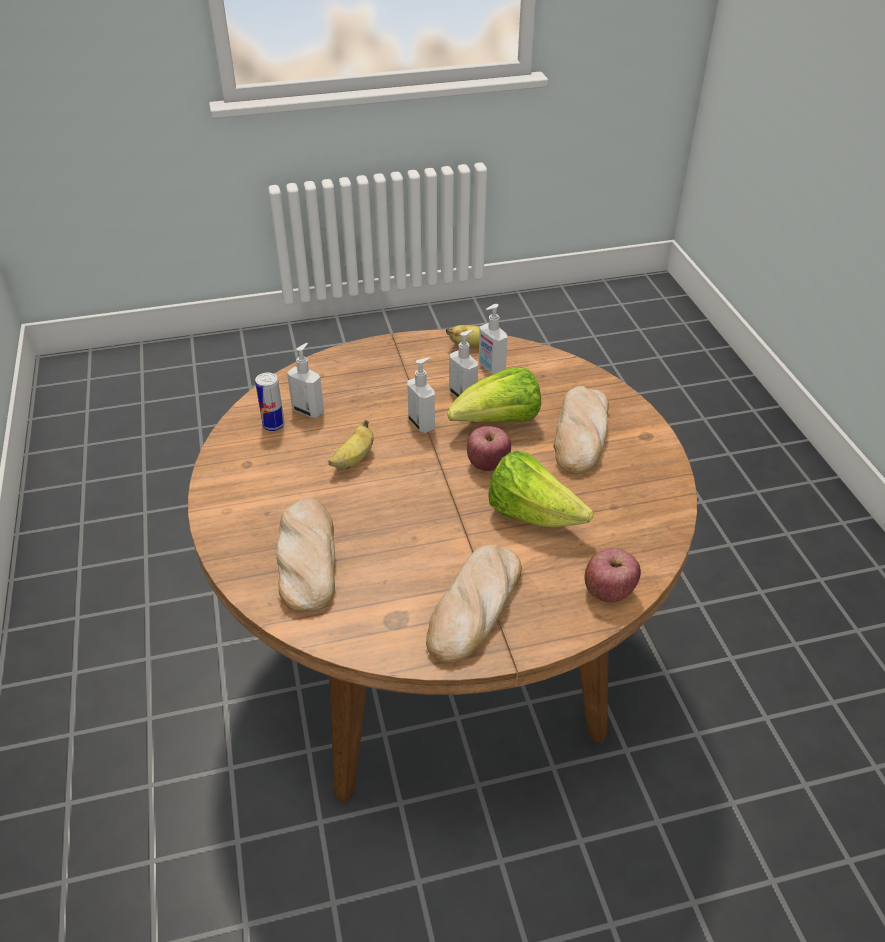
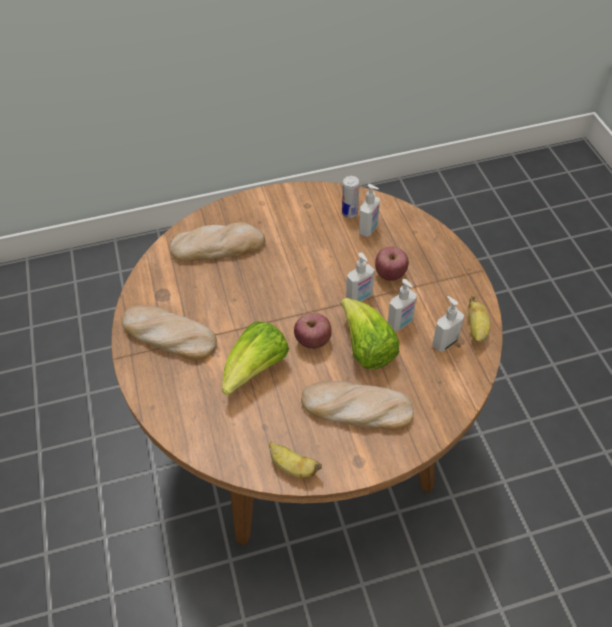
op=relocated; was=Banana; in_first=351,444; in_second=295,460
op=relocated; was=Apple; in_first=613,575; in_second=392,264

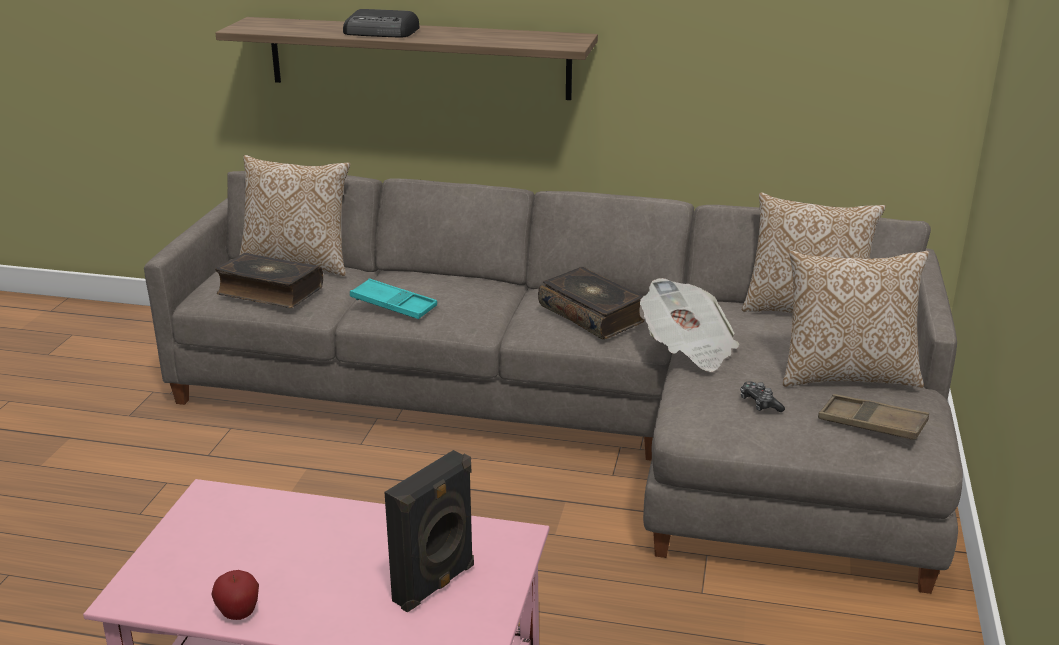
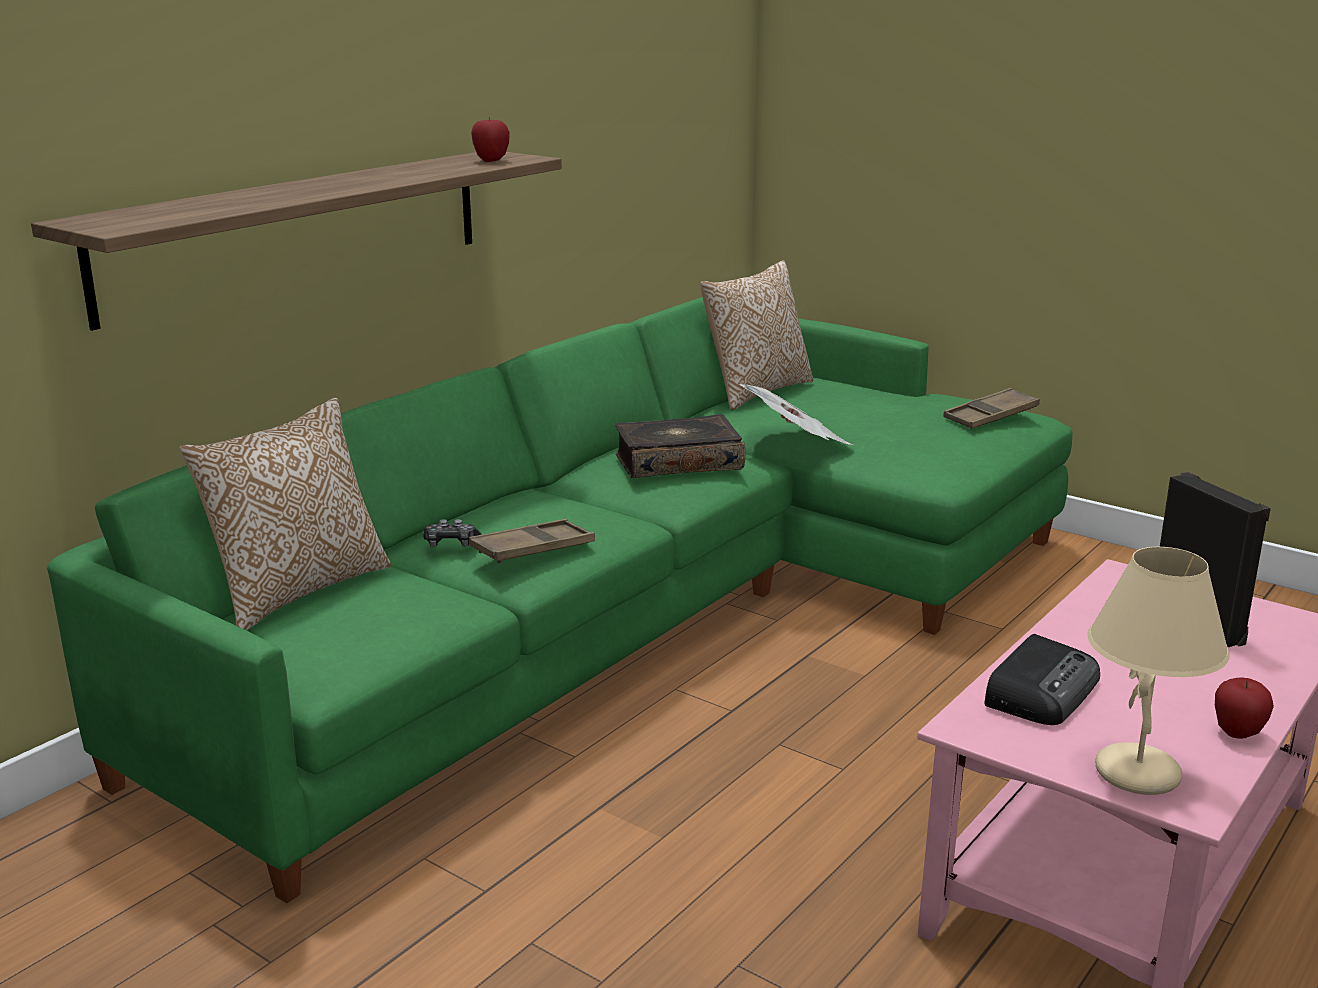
op=colour; was=GreySofa; now=GreenSofa; in_first=553,382; in_second=560,600
op=relocated; was=GameController; in_first=762,396; in_second=452,533
op=colour; was=TurquoiseTray; now=BrownTray; in_first=393,298; in_second=532,541
op=appeared; now=Apple; in_second=490,139
op=relocated; was=Radio; in_first=381,23; in_second=1042,679
op=appeared; now=BeigeTableLamp; in_second=1158,671
op=missing; was=Book; in_first=269,280
op=missing; was=Pillow; in_first=856,319

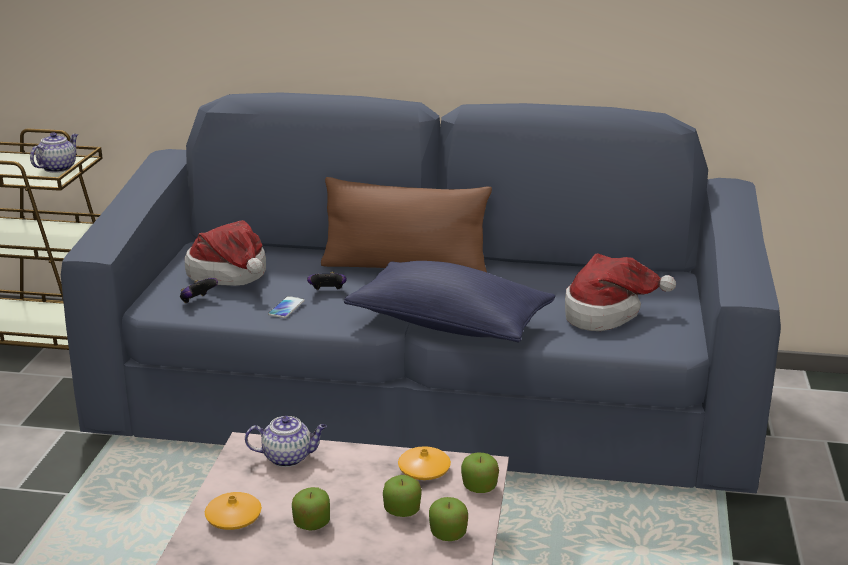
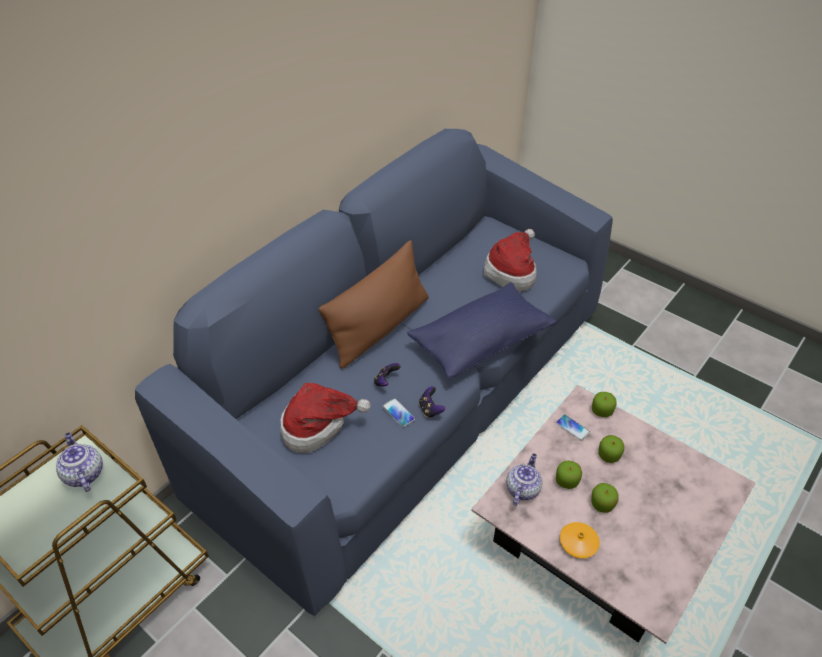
op=relocated; was=GameController; in_first=199,290; in_second=432,402
op=exchanged; was=OrangeVase; now=Phone; in_first=424,463; in_second=573,427
op=relocated; was=Apple; in_first=448,519; in_second=569,475

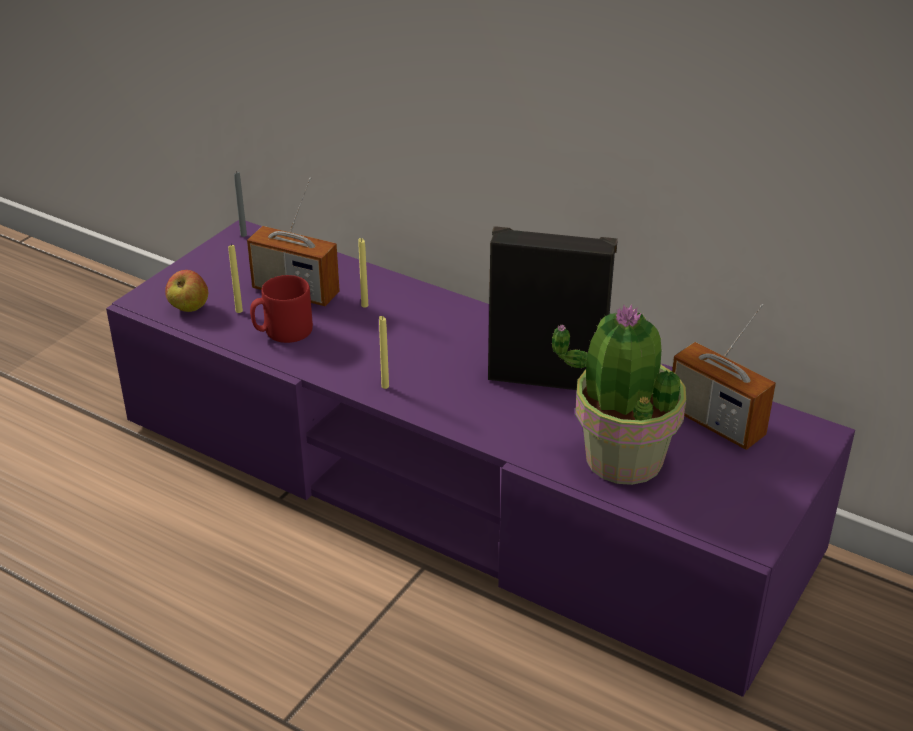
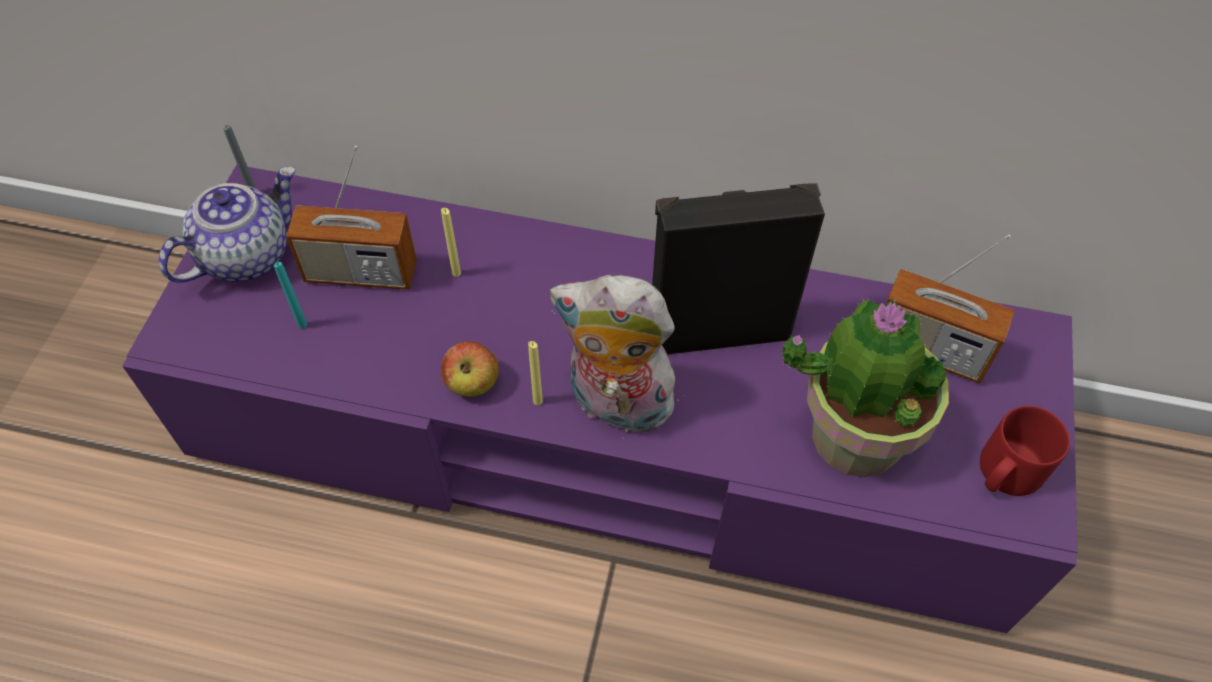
op=appeared; now=Teapot; in_second=227,224
op=colour; was=YellowCandle; now=TurquoiseCandle; in_first=235,279; in_second=290,295
op=relocated; was=Apple; in_first=186,291; in_second=470,369
op=appeared; now=PlushToy; in_second=616,353
op=relocated; was=RedMug; in_first=281,309; in_second=1025,451

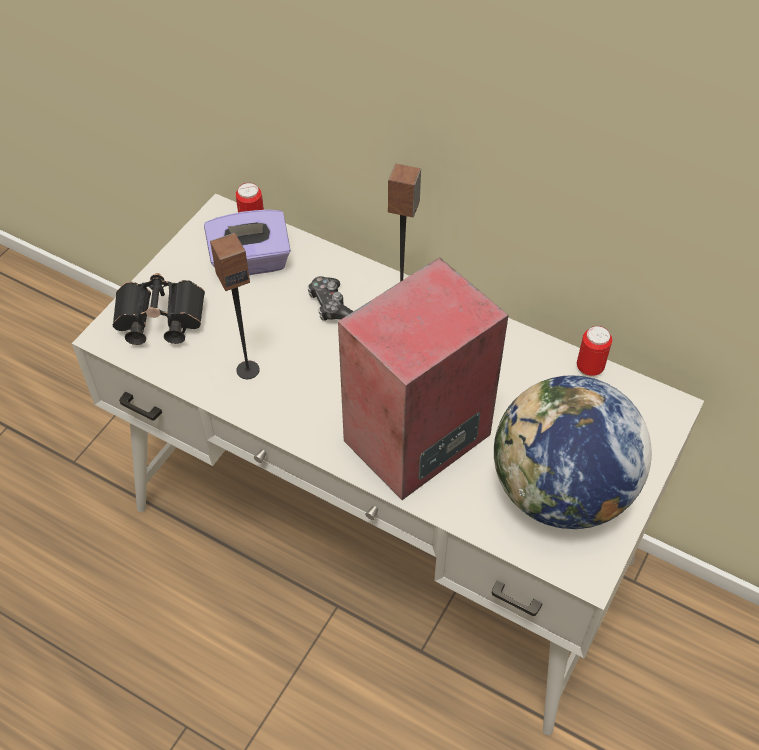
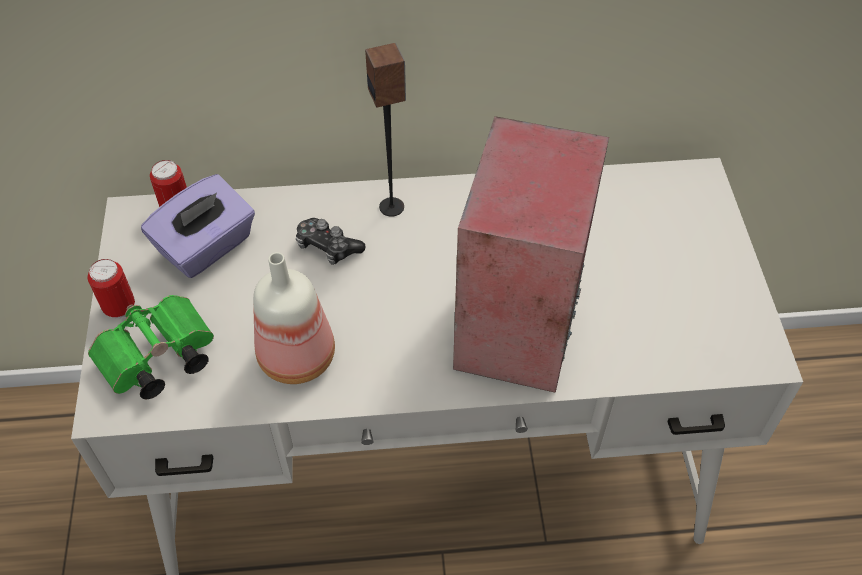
op=relocated; was=Can; in_first=594,351; in_second=111,288
op=colour; was=BlackBinoculars; now=GreenBinoculars; in_first=159,309; in_second=151,347
op=exchanged; was=Speaker; now=Bottle; in_first=235,306; in_second=294,318
op=missing; was=Globe; in_first=573,452

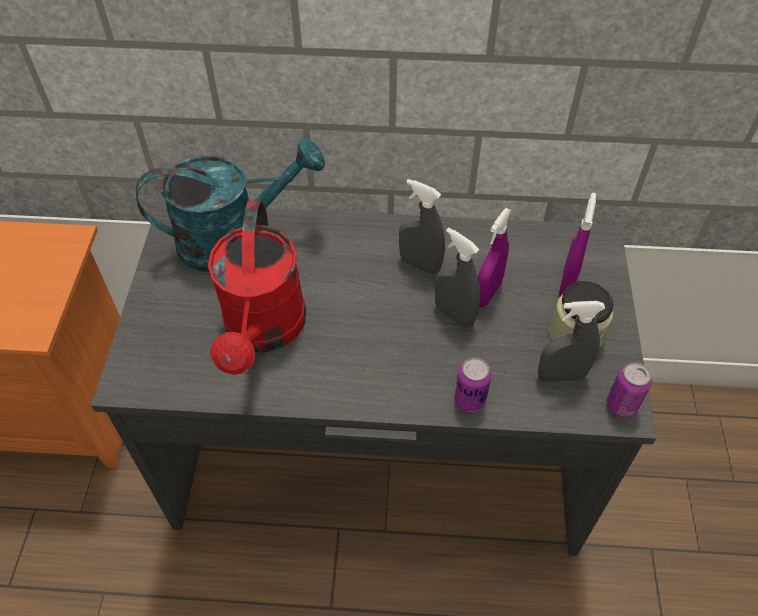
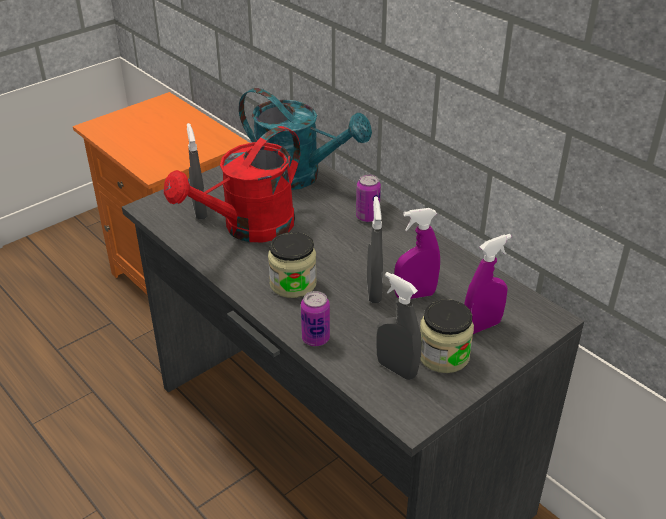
op=relocated; was=GreySprayBottle; in_first=422,227; in_second=197,171
op=appeared; now=Jar; in_second=292,265
op=relocated; was=Can; in_first=629,390; in_second=368,198

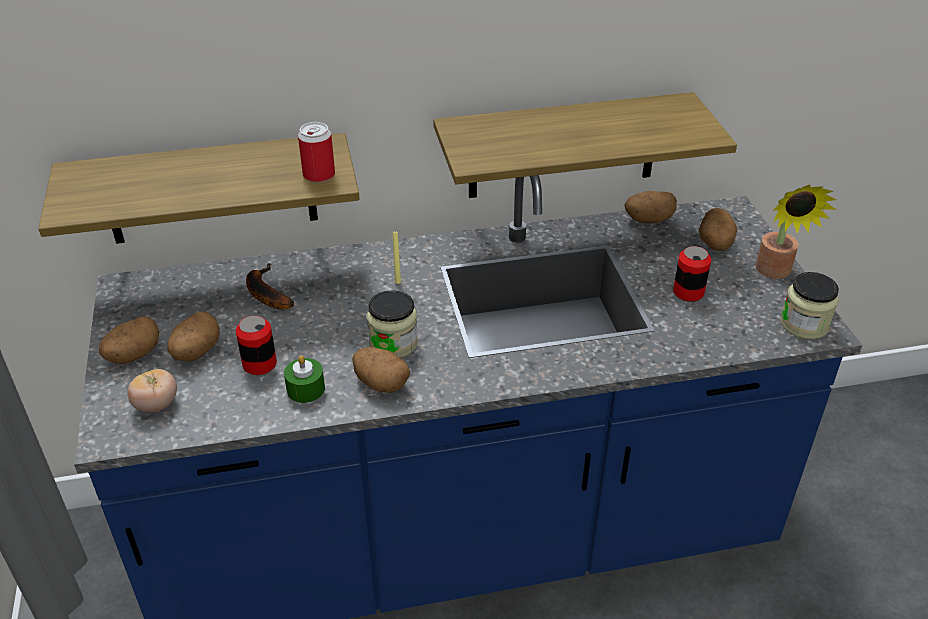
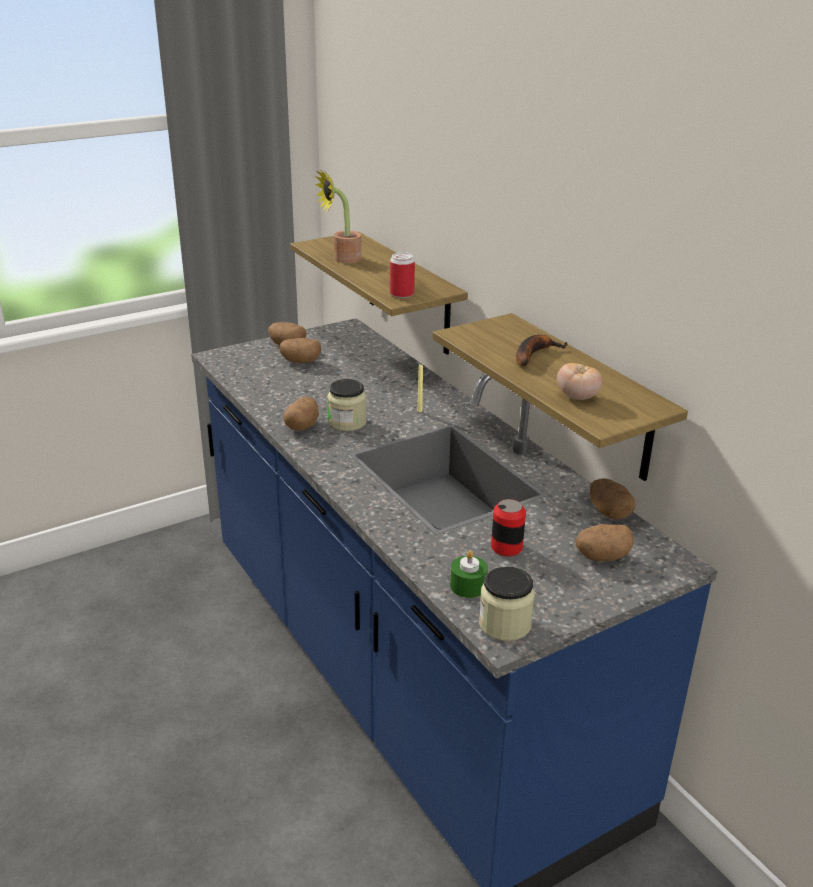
op=relocated; was=PottedPlant; in_first=796,231; in_second=338,215
op=relocated; was=GreenCandle; in_first=304,379; in_second=469,574
op=relocated; was=Banana; in_first=270,286; in_second=542,350
op=relocated; was=Tomato; in_first=152,390; in_second=579,381
op=missing; was=Can; in_first=256,345

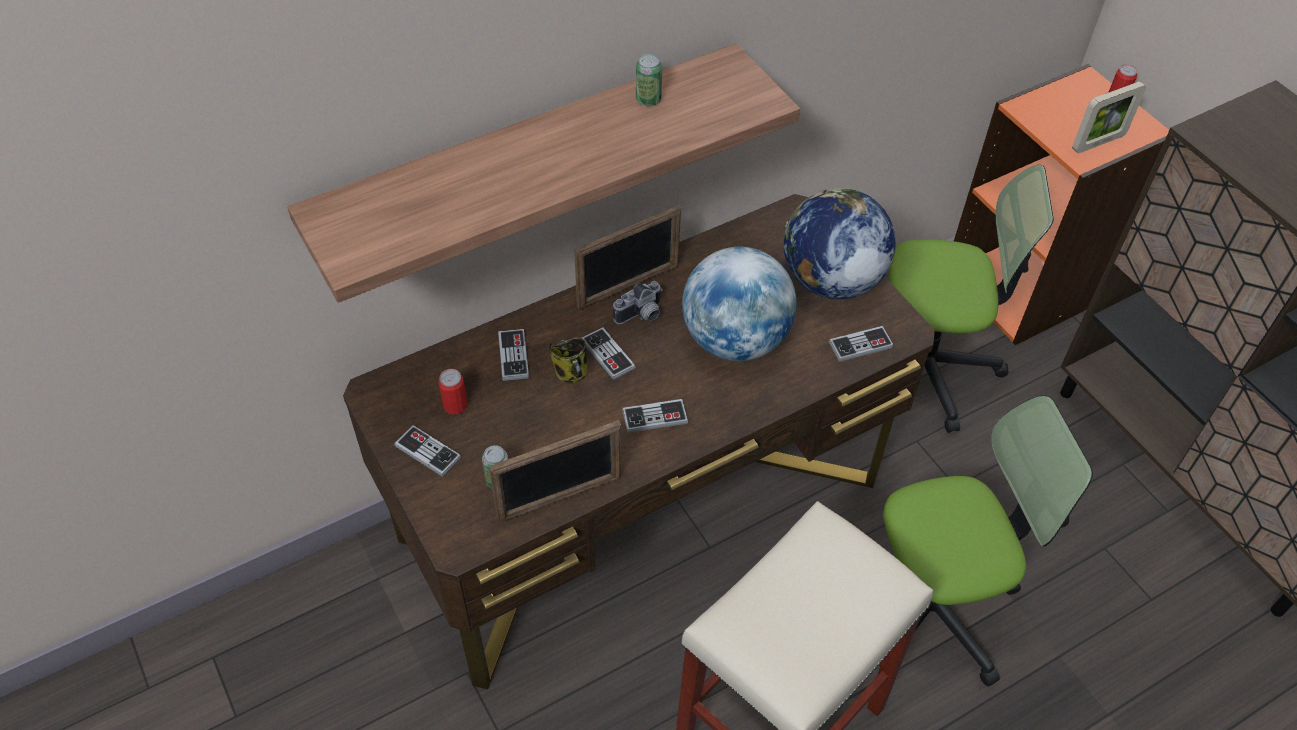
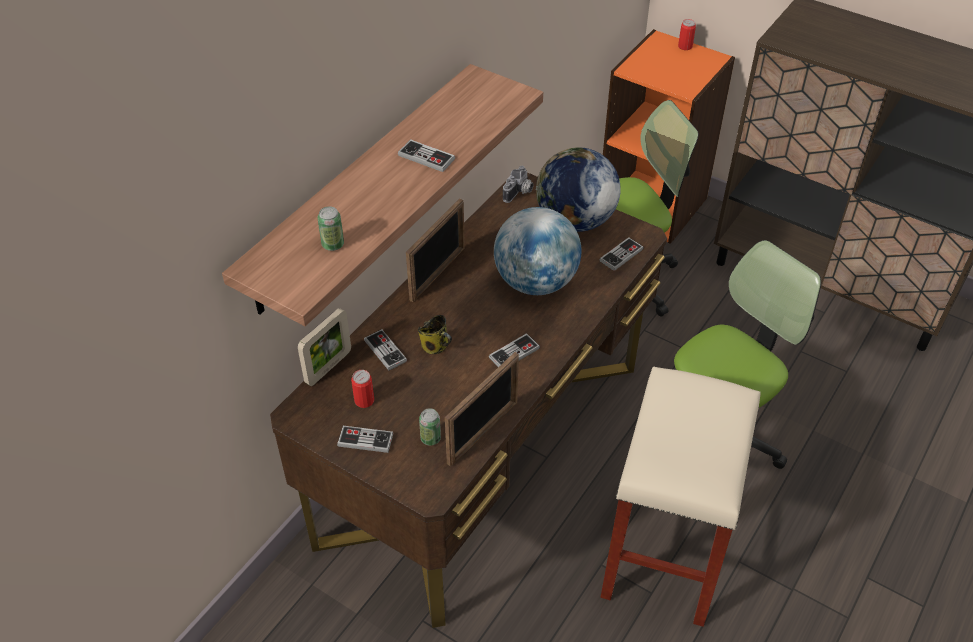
op=relocated; was=PictureFrame; in_first=1109,117; in_second=324,347
op=relocated; was=Can; in_first=649,80; in_second=330,228
op=relocated; was=GameController; in_first=609,353; in_second=426,155
op=relocated; was=PhotoCamera; in_first=638,302; in_second=518,184

